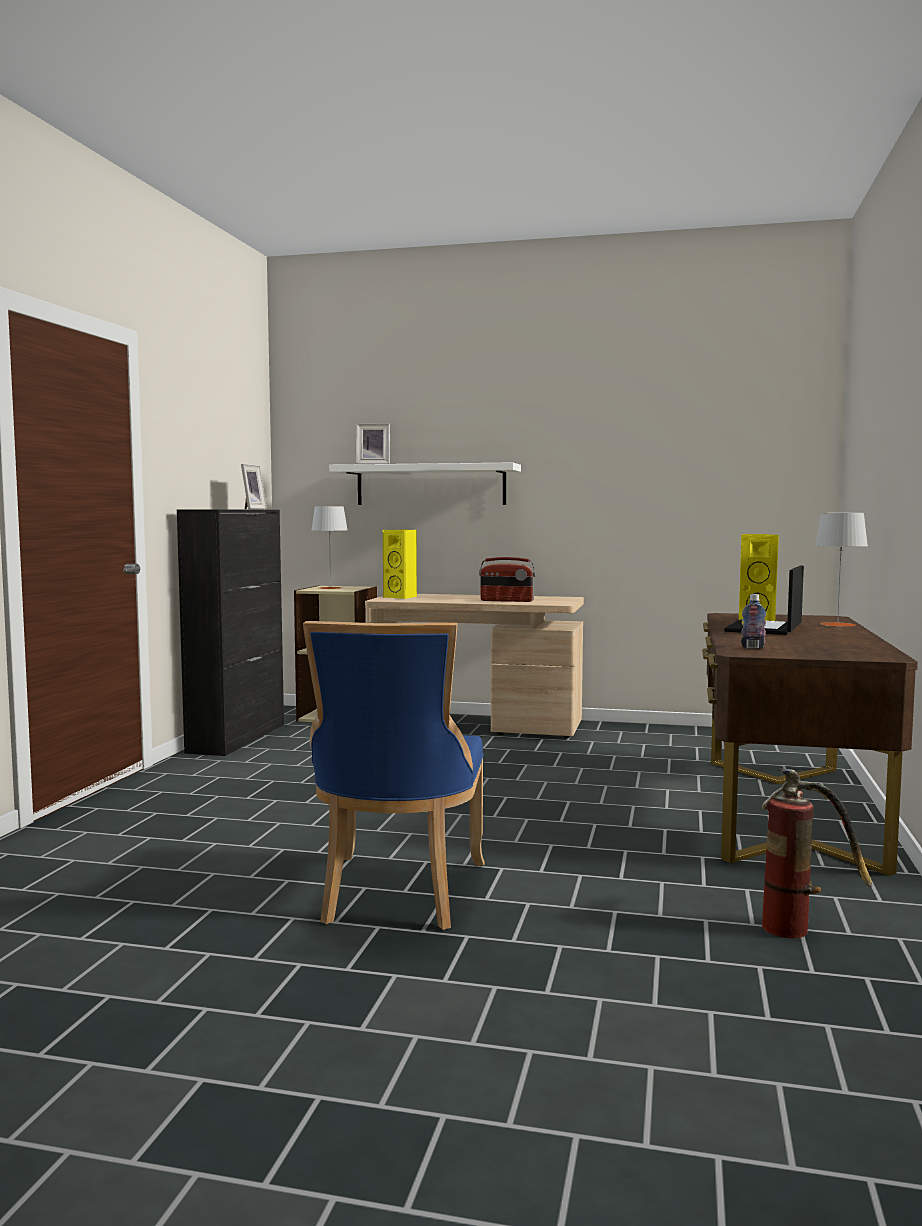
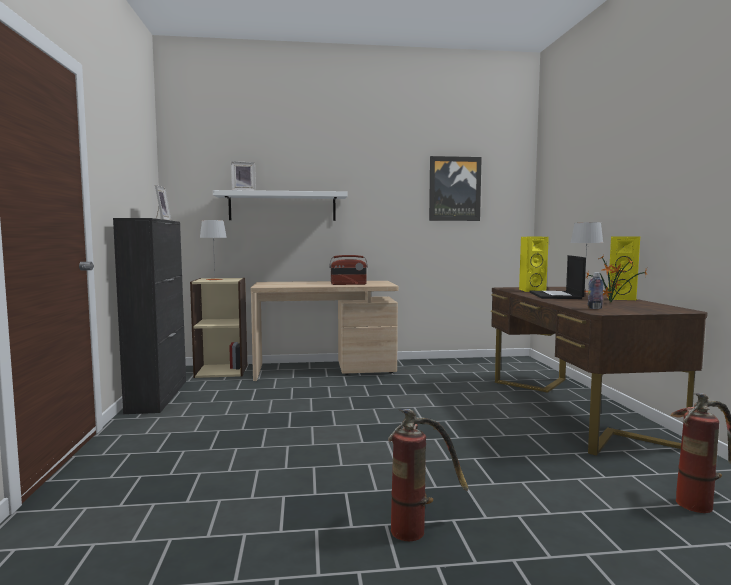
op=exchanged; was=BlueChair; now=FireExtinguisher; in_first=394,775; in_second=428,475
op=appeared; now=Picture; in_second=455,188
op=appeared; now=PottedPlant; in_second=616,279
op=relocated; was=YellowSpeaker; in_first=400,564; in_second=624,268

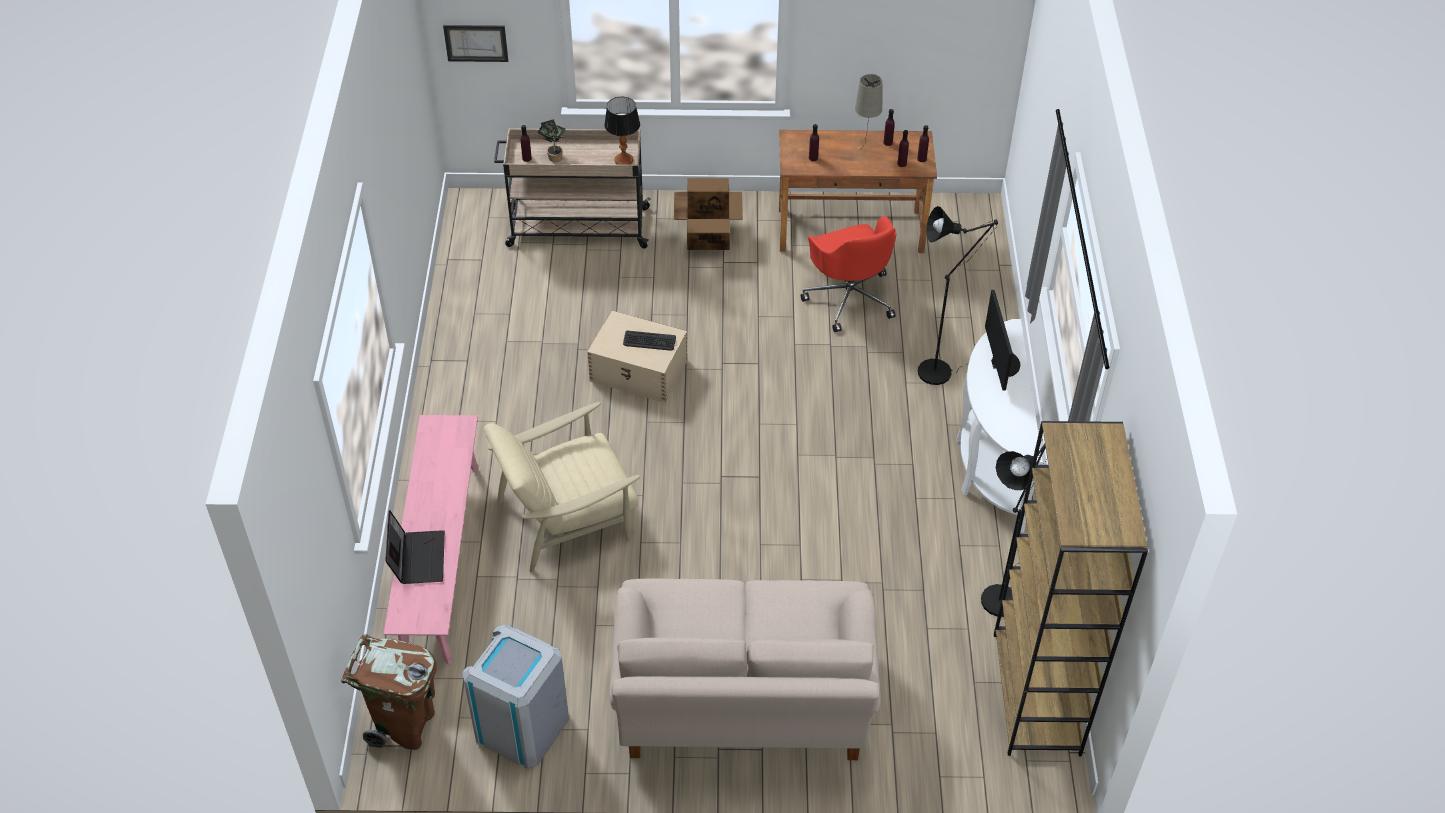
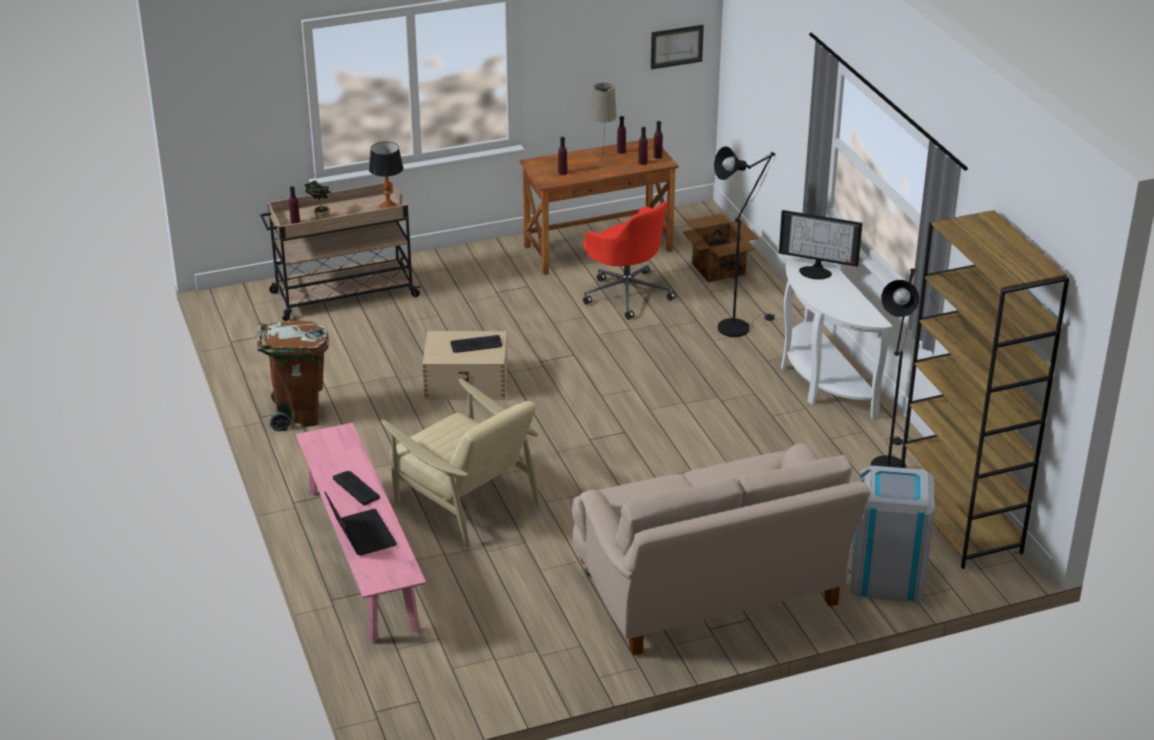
op=relocated; was=BrownTrashCan; in_first=389,692; in_second=293,376
op=appeared; now=Keyboard; in_second=356,488
op=spun; was=BeigeArmchair; in_first=562,487; in_second=460,462; clockwise=-90
op=relocated; was=Picture; in_first=475,43; in_second=677,47
op=relocated; was=CardboardBox; in_first=708,214; in_second=720,248
op=spun; was=Monitor; in_first=1002,340; in_second=820,244; clockwise=135
op=relocated; was=GreyTrashCan; in_first=515,696; in_second=893,533

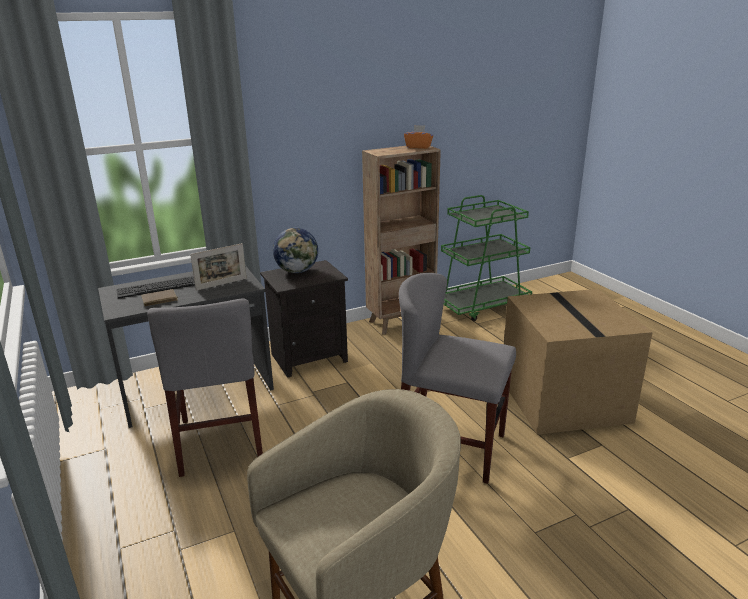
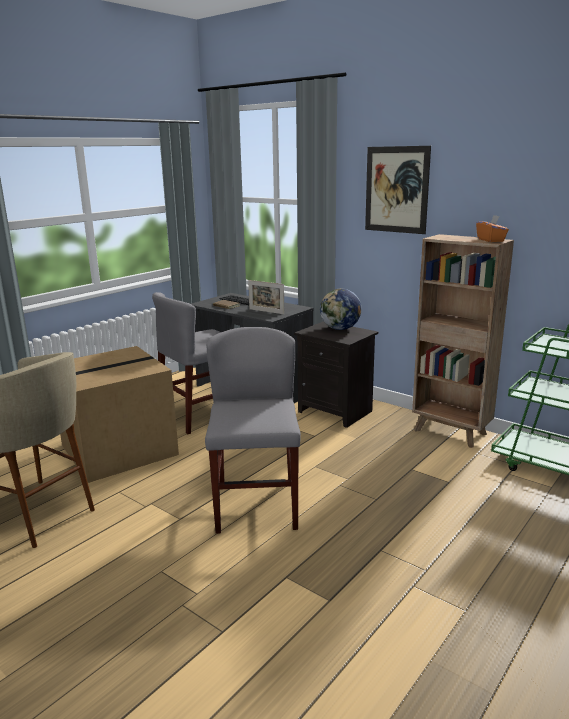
op=relocated; was=CardboardBox; in_first=578,362; in_second=119,414
op=appeared; now=Picture; in_second=398,190

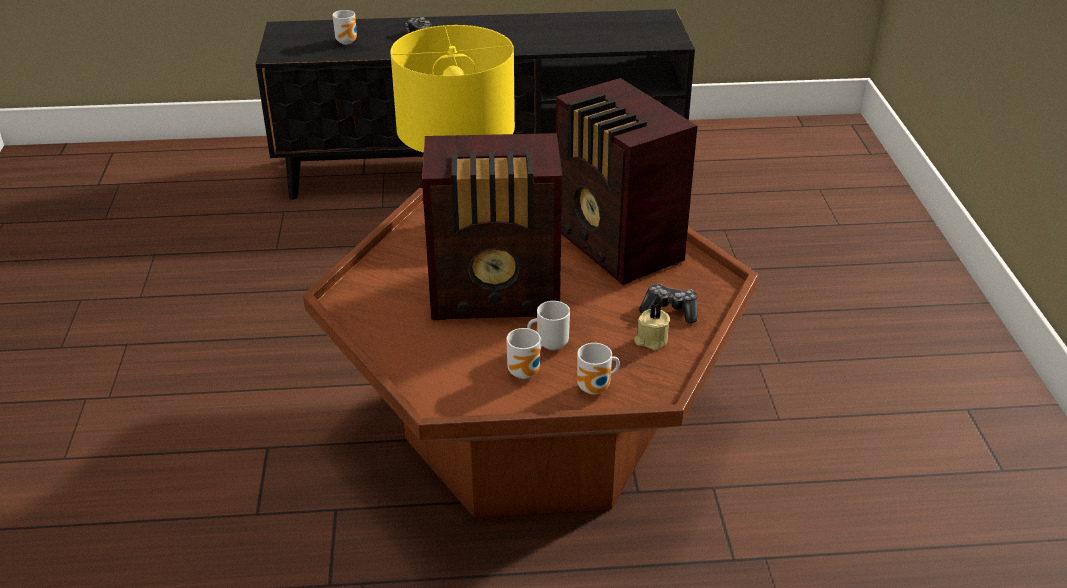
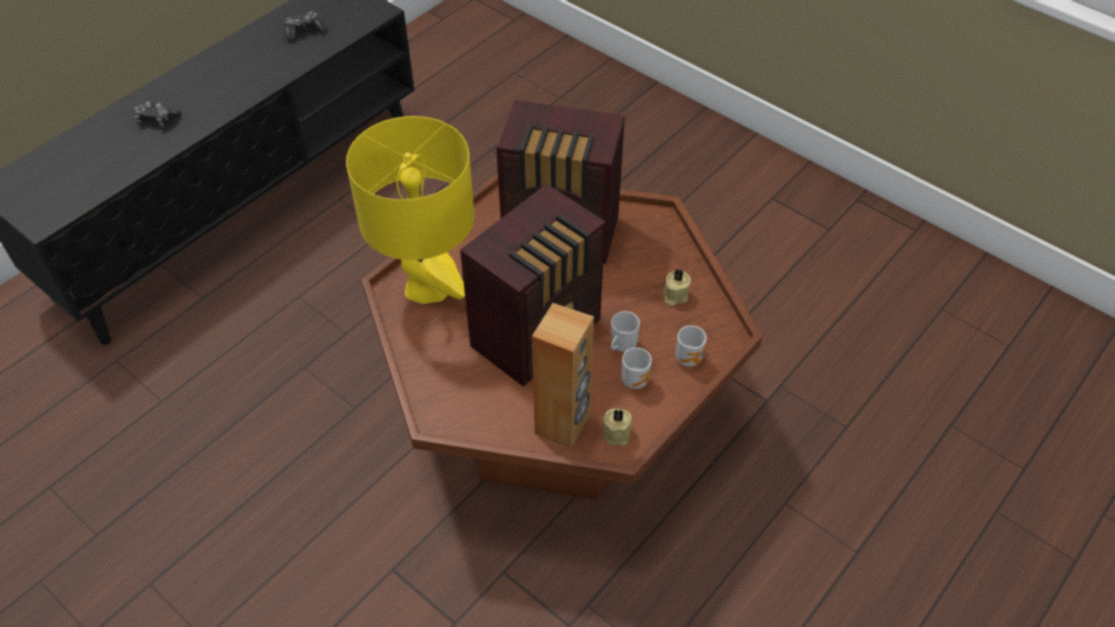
op=relocated; was=GameController; in_first=668,303; in_second=305,26
op=appeared; now=BrownSpeaker; in_second=563,375
op=appeared; now=BeigeCandle; in_second=618,427
op=missing; was=Mug; in_first=344,27

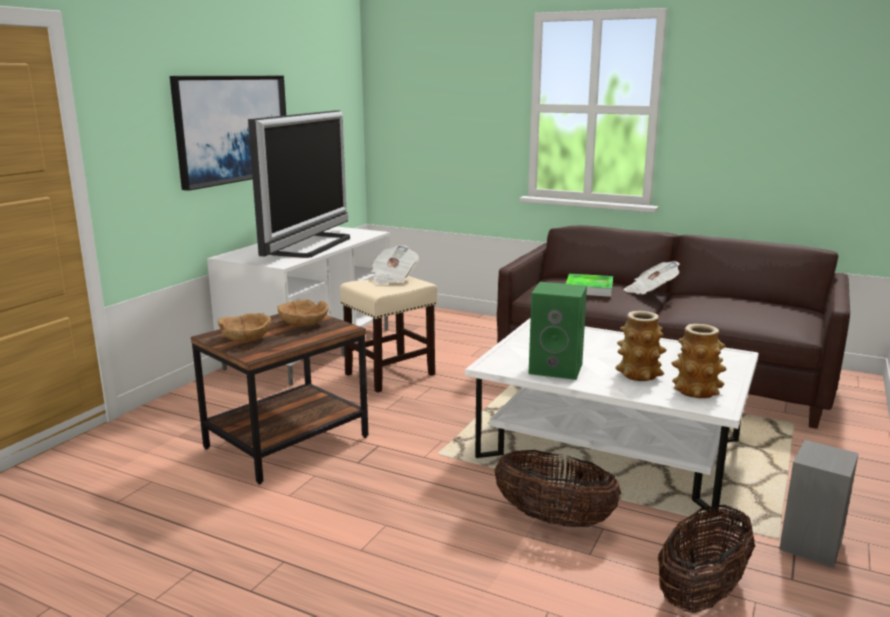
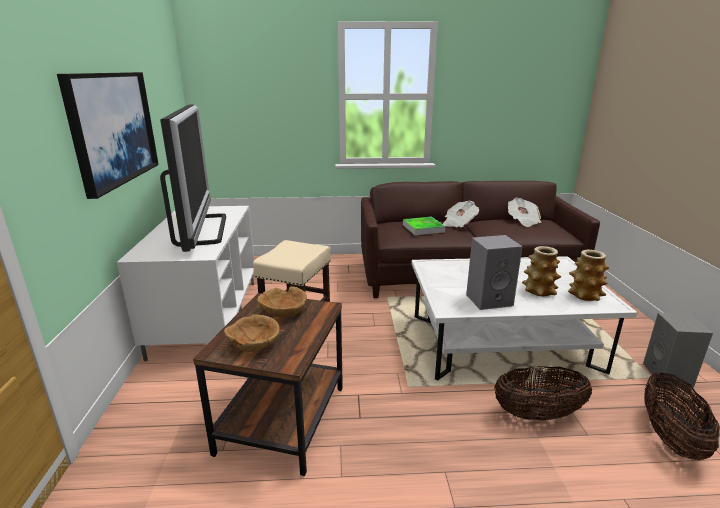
op=colour; was=GreenSpeaker; now=GreySpeaker; in_first=558,331; in_second=494,272
op=relocated; was=Newspaper; in_first=395,264; in_second=524,212

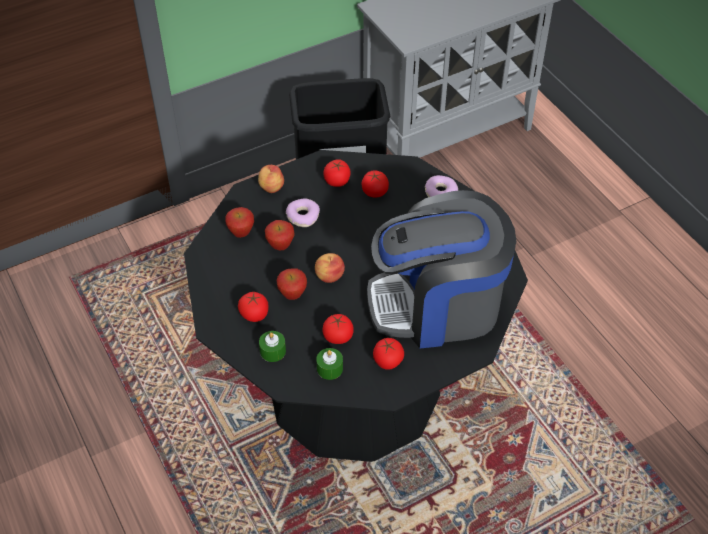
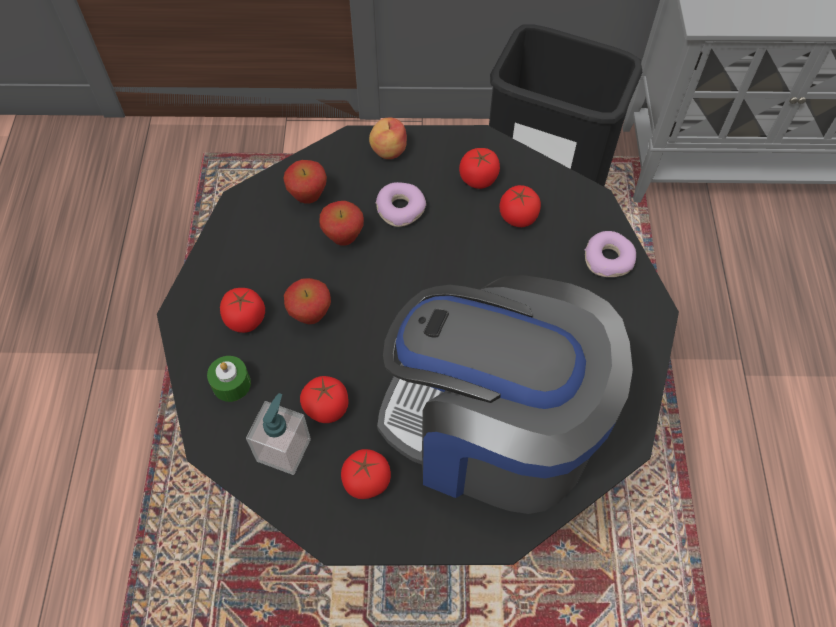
op=exchanged; was=GreenCandle; now=SoapDispenser; in_first=329,364; in_second=278,434
op=missing; was=Apple; in_first=330,268

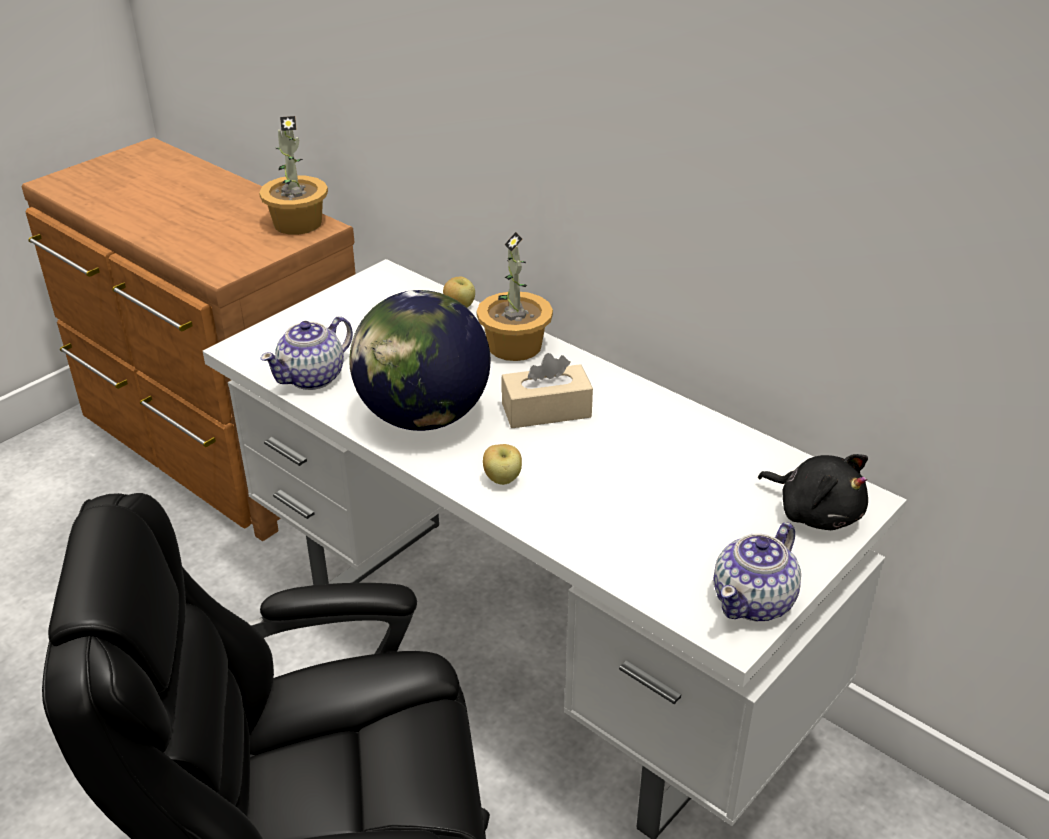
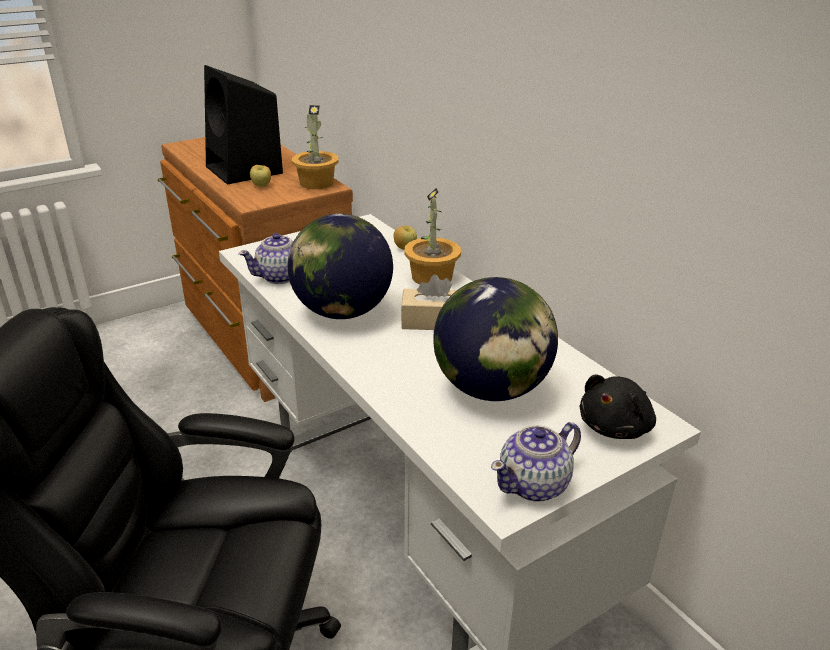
op=appeared; now=BlackSpeaker; in_second=243,125
op=relocated; was=Apple; in_first=502,464; in_second=260,176
op=appeared; now=Globe; in_second=495,339
op=spun; was=BlackPlushToy; in_first=813,492; in_second=617,406; clockwise=75

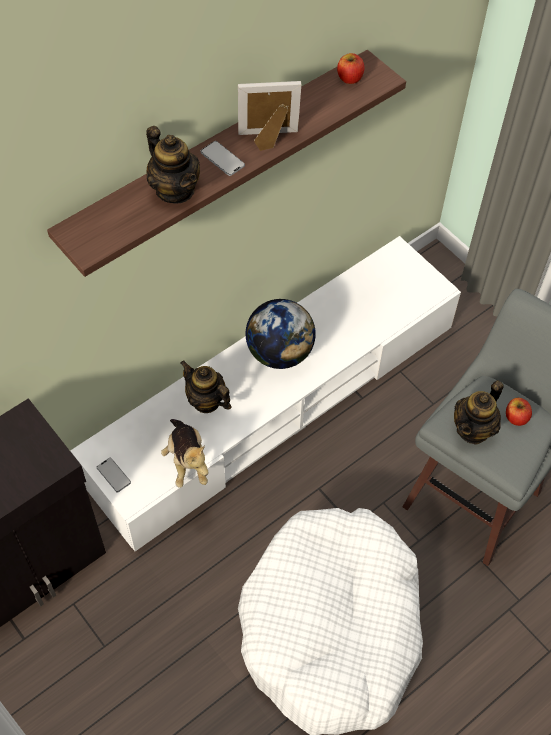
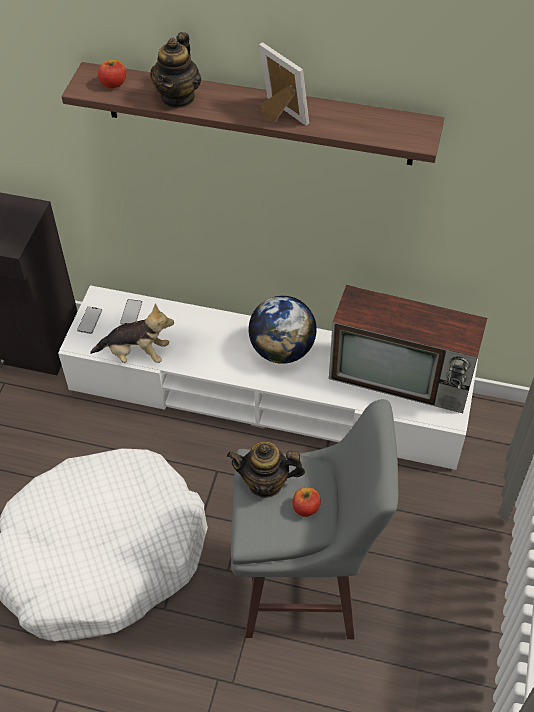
op=spun; was=PlushToy; in_first=184,453; in_second=132,333; clockwise=-120
op=relocated; was=Apple; in_first=350,68; in_second=112,74
op=relocated; was=Phone; in_first=223,158; in_second=131,312
op=appeared; now=Television; in_second=408,349
op=missing; was=Teapot; in_first=205,387

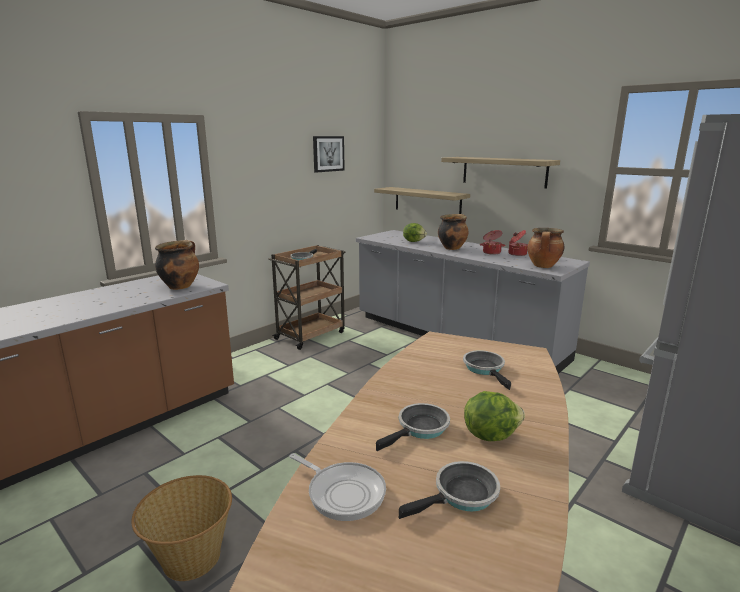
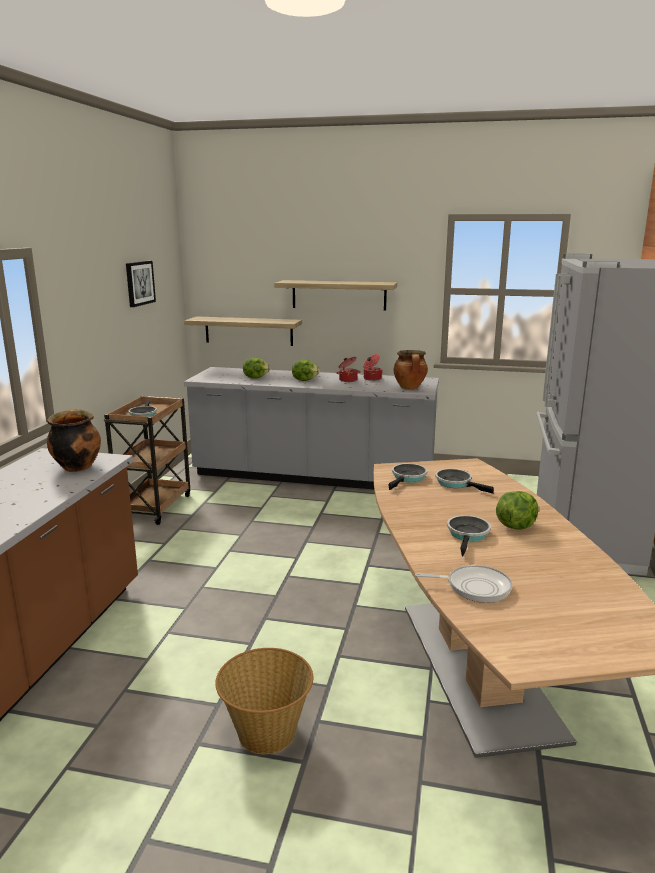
op=exchanged; was=CookingPot; now=Lettuce; in_first=453,232; in_second=306,370
op=relocated; was=FryingPan; in_first=449,490; in_second=408,476

